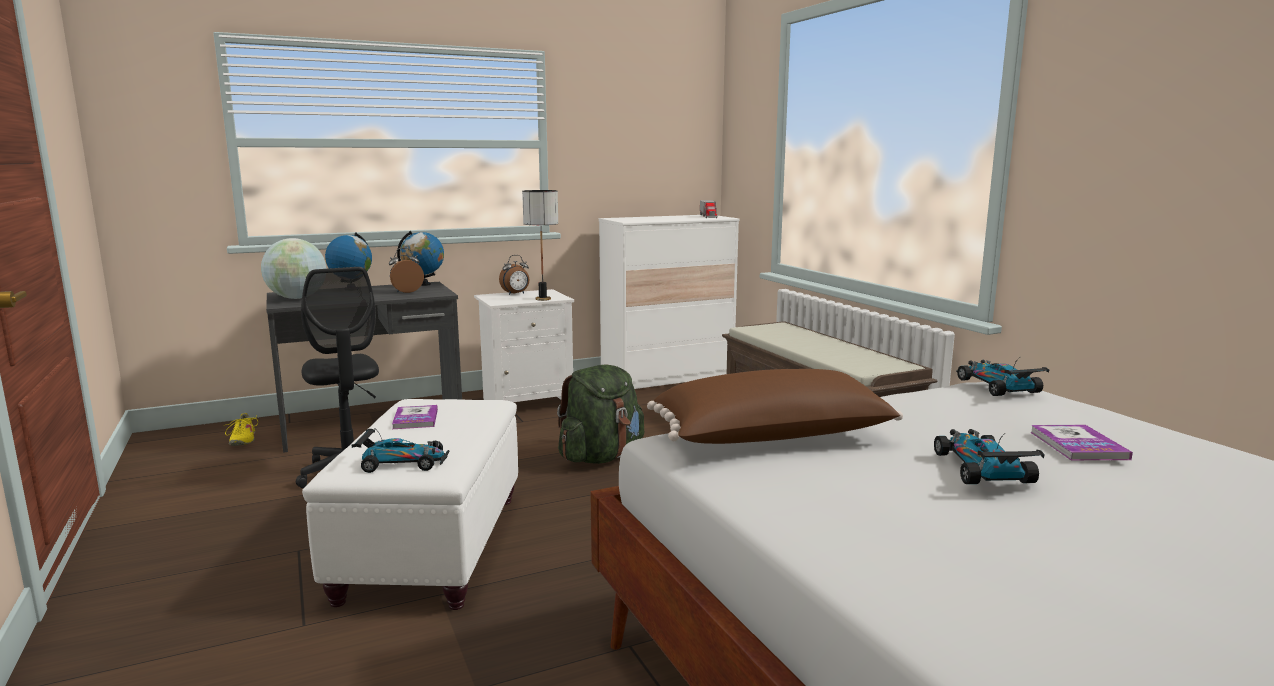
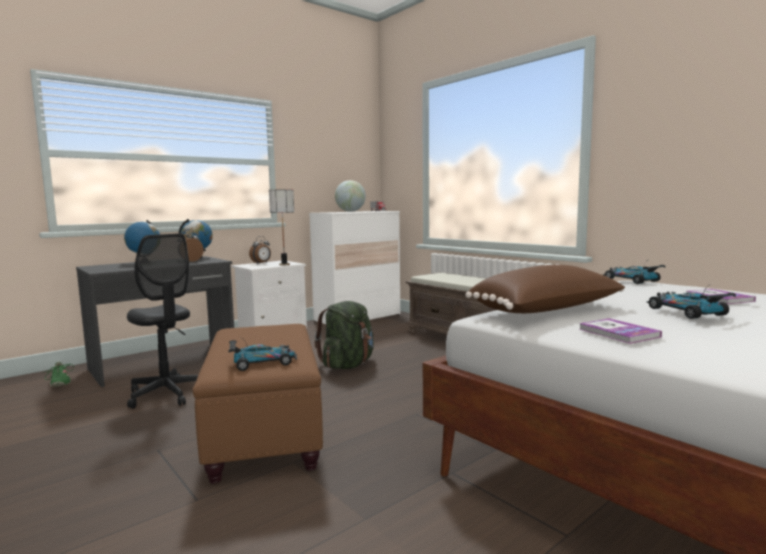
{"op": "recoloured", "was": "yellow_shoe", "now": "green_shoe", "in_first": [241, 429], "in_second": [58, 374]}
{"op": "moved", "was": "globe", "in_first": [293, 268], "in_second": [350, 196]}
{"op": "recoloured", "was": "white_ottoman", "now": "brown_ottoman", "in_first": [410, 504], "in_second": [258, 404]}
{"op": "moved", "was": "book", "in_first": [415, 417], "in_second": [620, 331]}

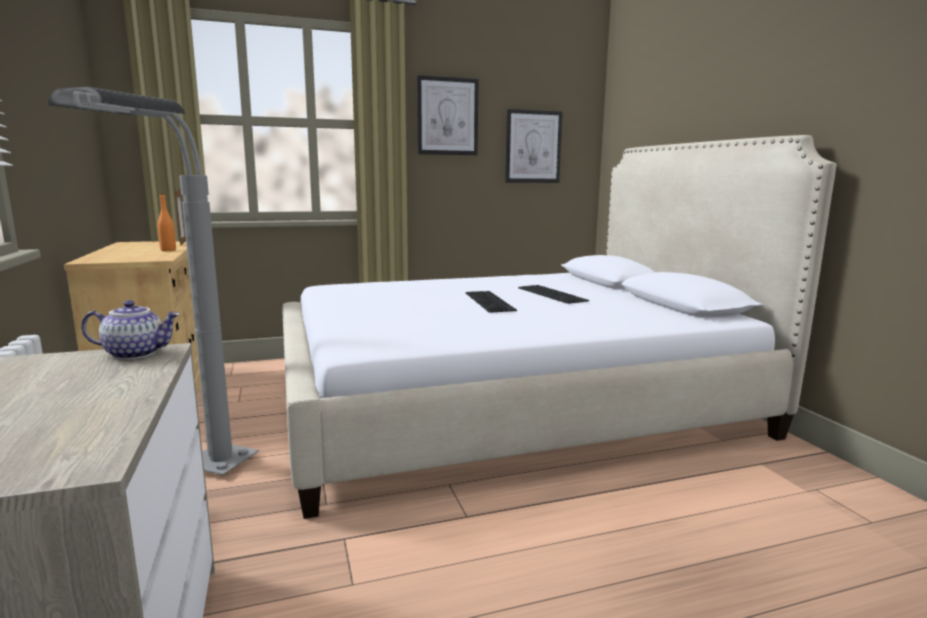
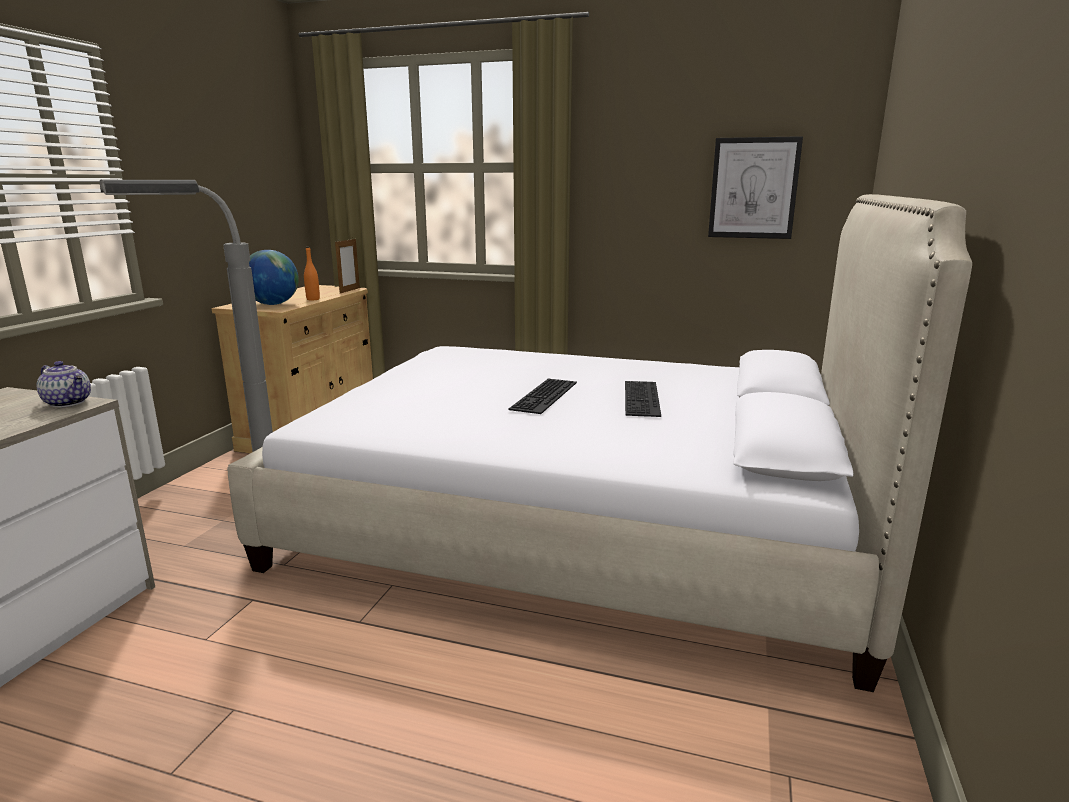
{"op": "removed", "was": "picture", "in_first": [447, 115]}
{"op": "added", "now": "globe", "in_second": [274, 277]}

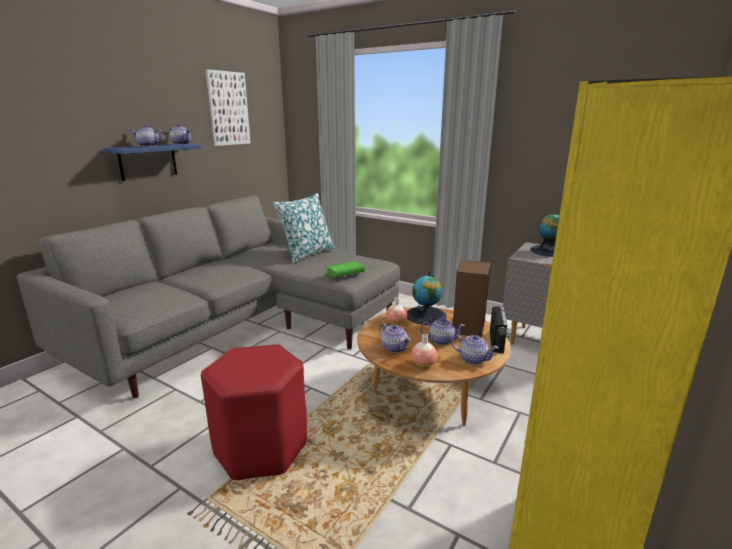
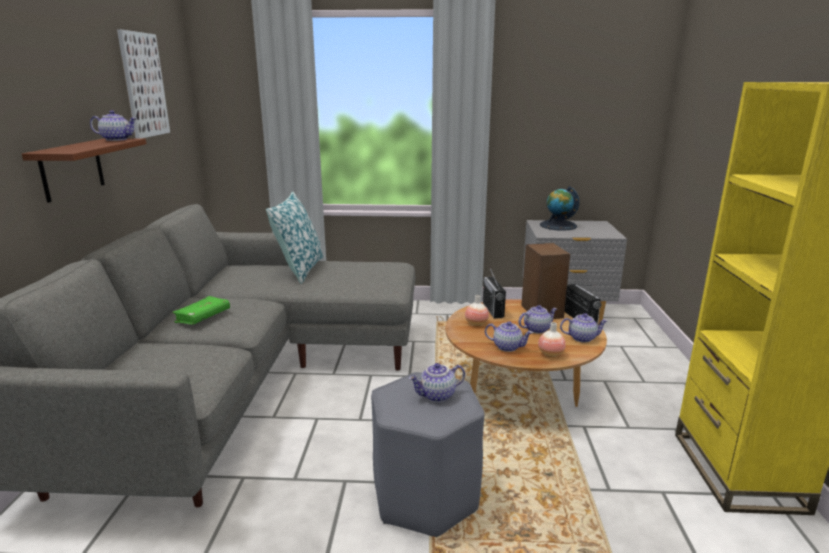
{"op": "recoloured", "was": "blue_shelf", "now": "brown_shelf", "in_first": [152, 162], "in_second": [84, 170]}
{"op": "moved", "was": "teapot", "in_first": [147, 136], "in_second": [437, 382]}
{"op": "recoloured", "was": "red_stool", "now": "grey_stool", "in_first": [254, 412], "in_second": [427, 454]}
{"op": "moved", "was": "green_book", "in_first": [344, 269], "in_second": [201, 310]}
{"op": "replaced", "was": "globe", "now": "radio", "in_first": [427, 298], "in_second": [494, 293]}

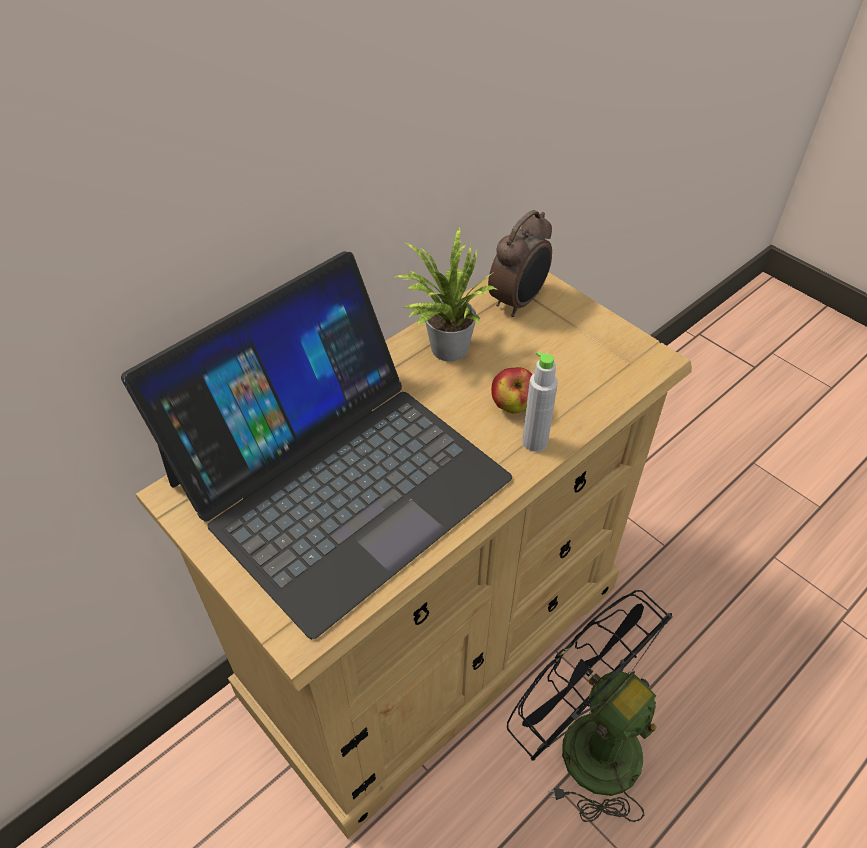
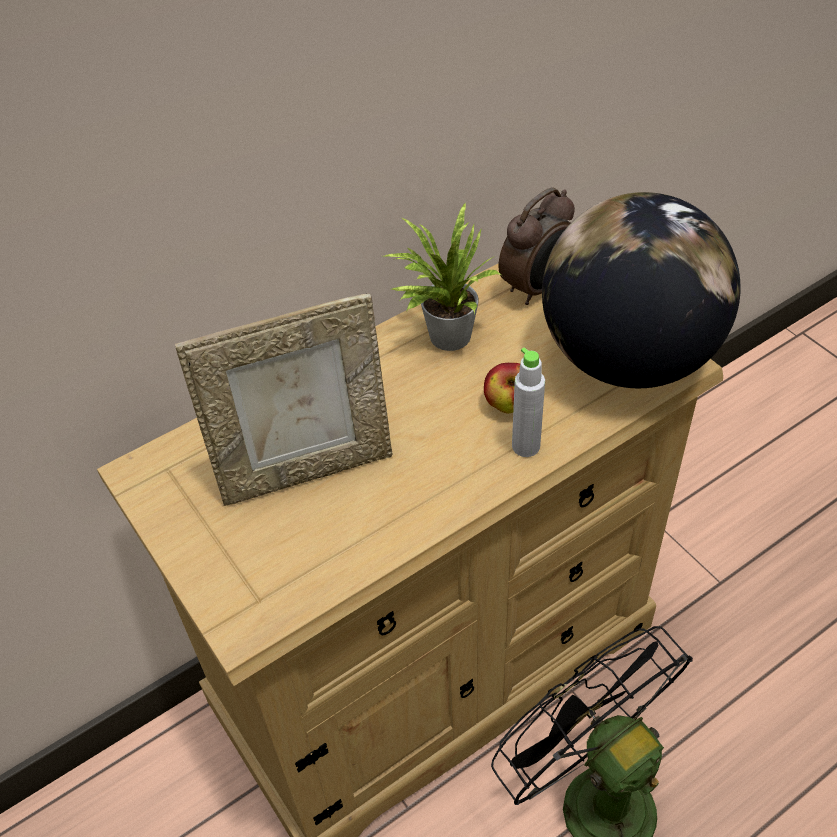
{"op": "replaced", "was": "laptop", "now": "picture_frame", "in_first": [316, 445], "in_second": [283, 400]}
{"op": "added", "now": "globe", "in_second": [641, 290]}

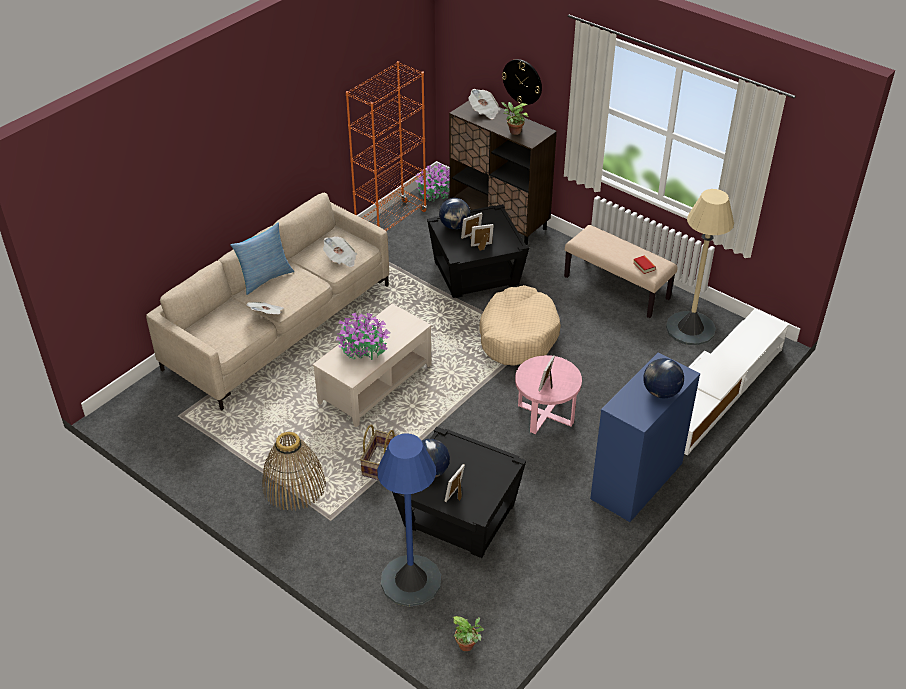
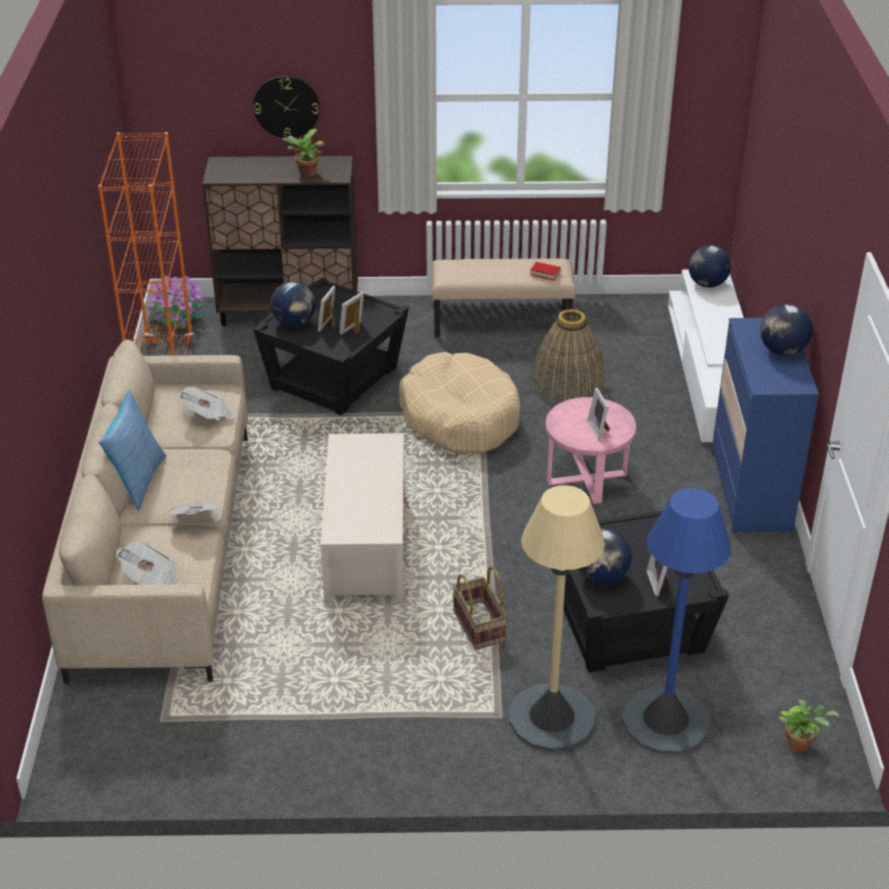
{"op": "moved", "was": "basket", "in_first": [294, 471], "in_second": [568, 356]}
{"op": "removed", "was": "potted_plant", "in_first": [363, 335]}
{"op": "moved", "was": "newspaper", "in_first": [484, 104], "in_second": [147, 563]}
{"op": "moved", "was": "beige_floor_lamp", "in_first": [700, 267], "in_second": [557, 618]}
{"op": "added", "now": "globe", "in_second": [710, 266]}

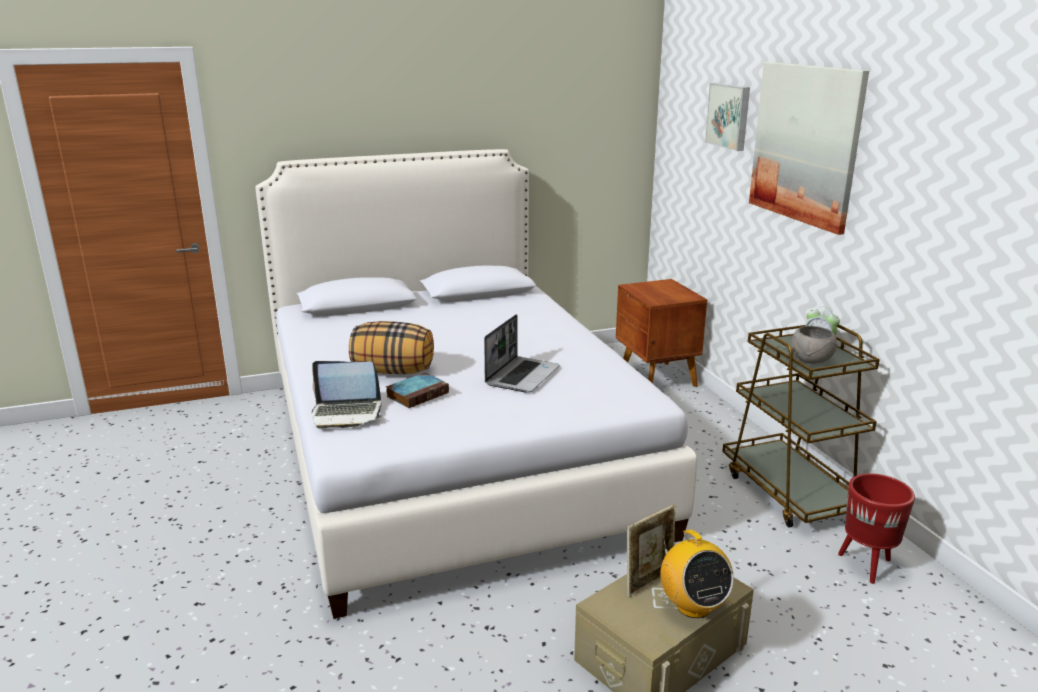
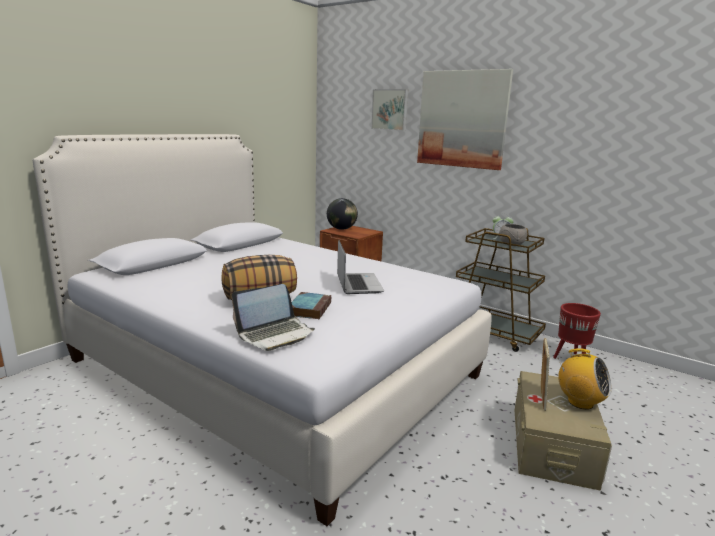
{"op": "added", "now": "globe", "in_second": [342, 214]}

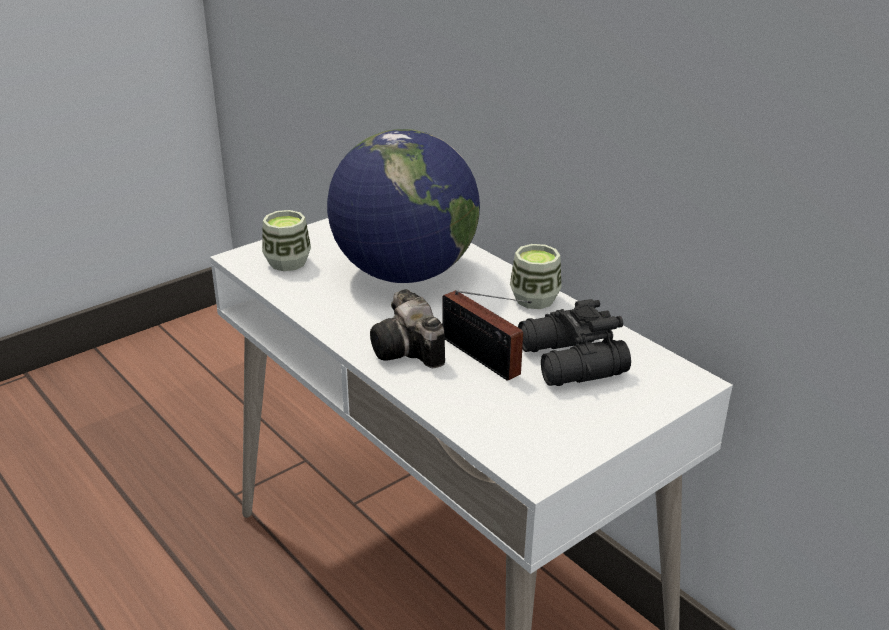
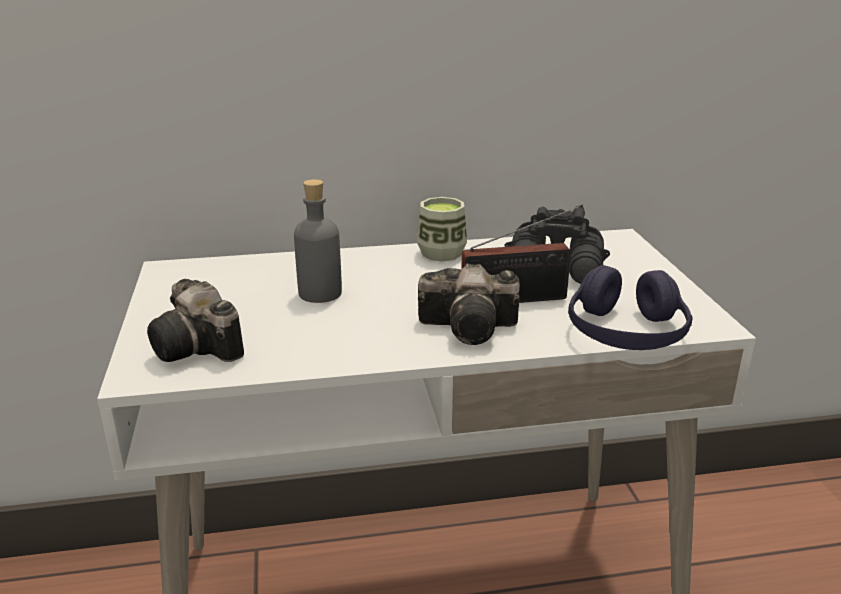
{"op": "replaced", "was": "cup", "now": "photo_camera", "in_first": [286, 240], "in_second": [195, 320]}
{"op": "replaced", "was": "globe", "now": "grey_bottle", "in_first": [403, 206], "in_second": [318, 241]}
{"op": "added", "now": "purple_headphones", "in_second": [630, 307]}

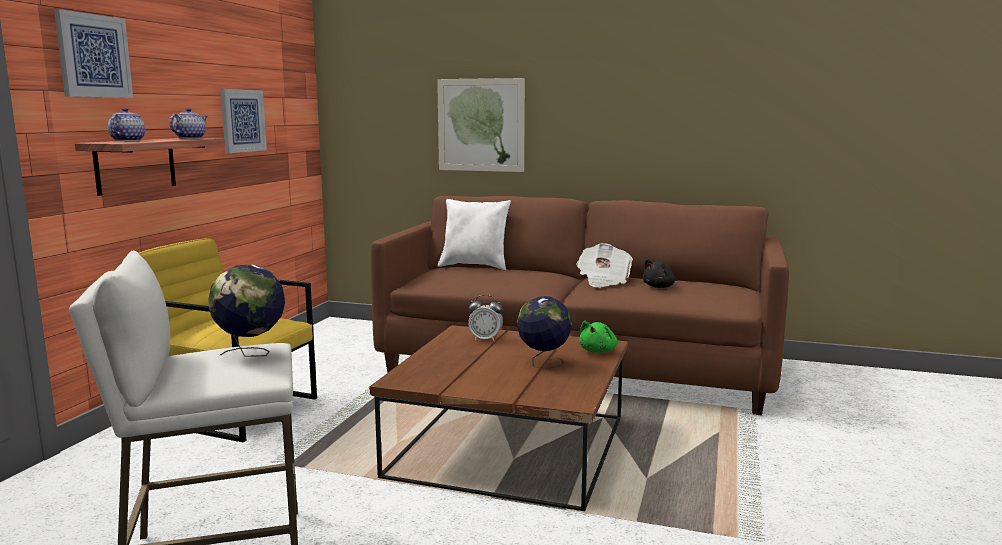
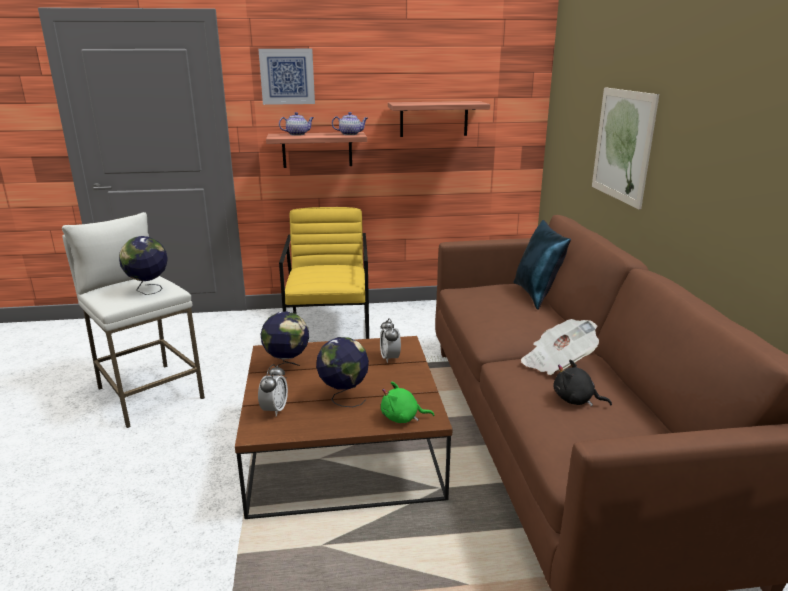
{"op": "replaced", "was": "picture", "now": "shelf", "in_first": [243, 121], "in_second": [439, 119]}
{"op": "recoloured", "was": "white_pillow", "now": "blue_pillow", "in_first": [474, 234], "in_second": [542, 265]}
{"op": "added", "now": "alarm_clock", "in_second": [273, 390]}
{"op": "added", "now": "globe", "in_second": [285, 344]}

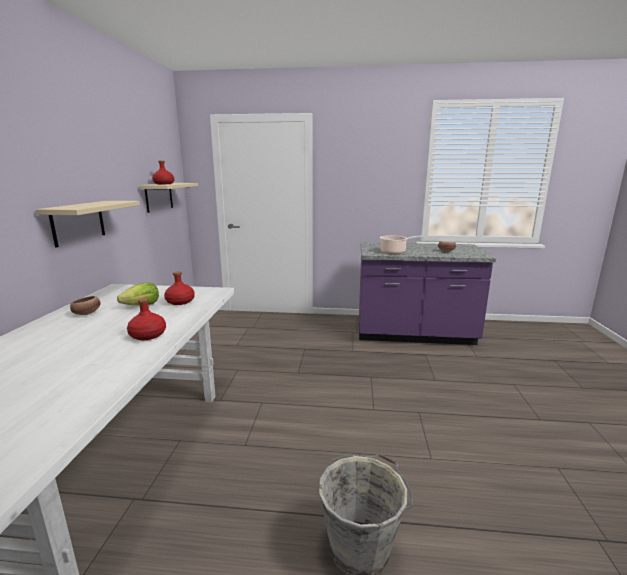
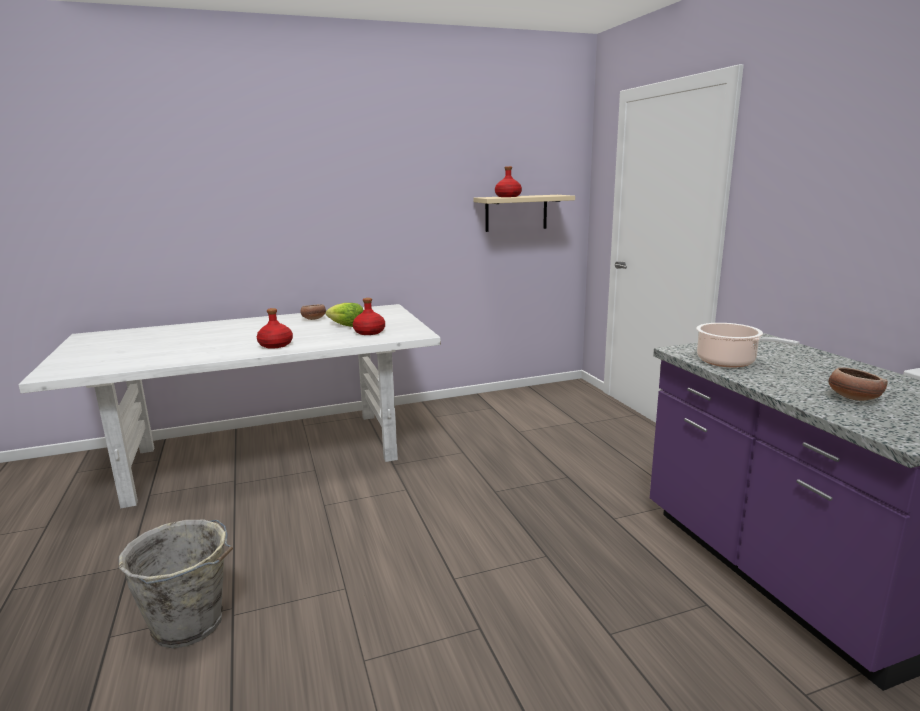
{"op": "removed", "was": "beige_shelf", "in_first": [87, 224]}

